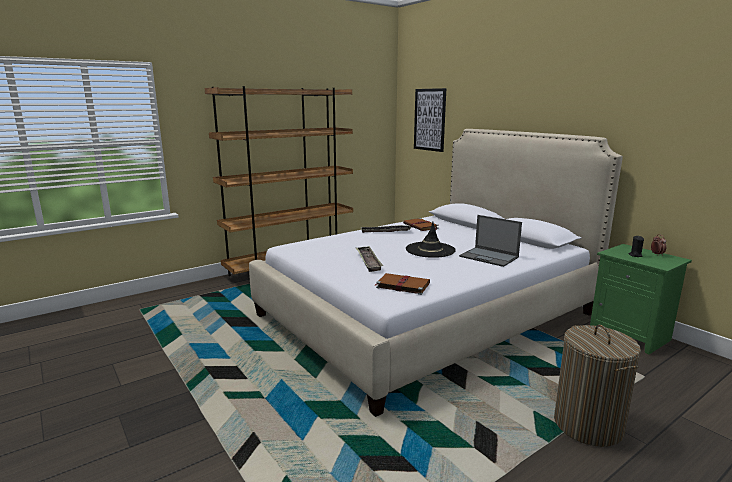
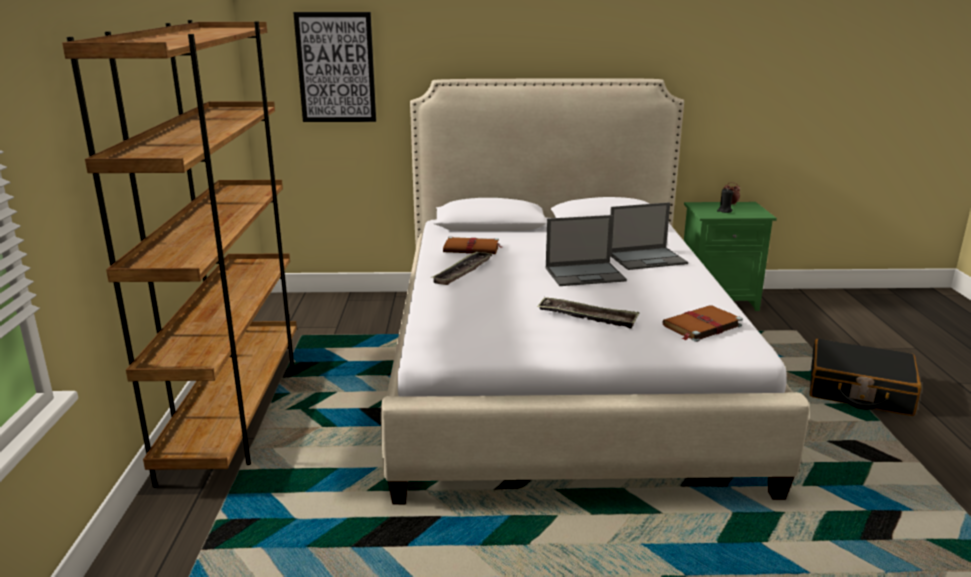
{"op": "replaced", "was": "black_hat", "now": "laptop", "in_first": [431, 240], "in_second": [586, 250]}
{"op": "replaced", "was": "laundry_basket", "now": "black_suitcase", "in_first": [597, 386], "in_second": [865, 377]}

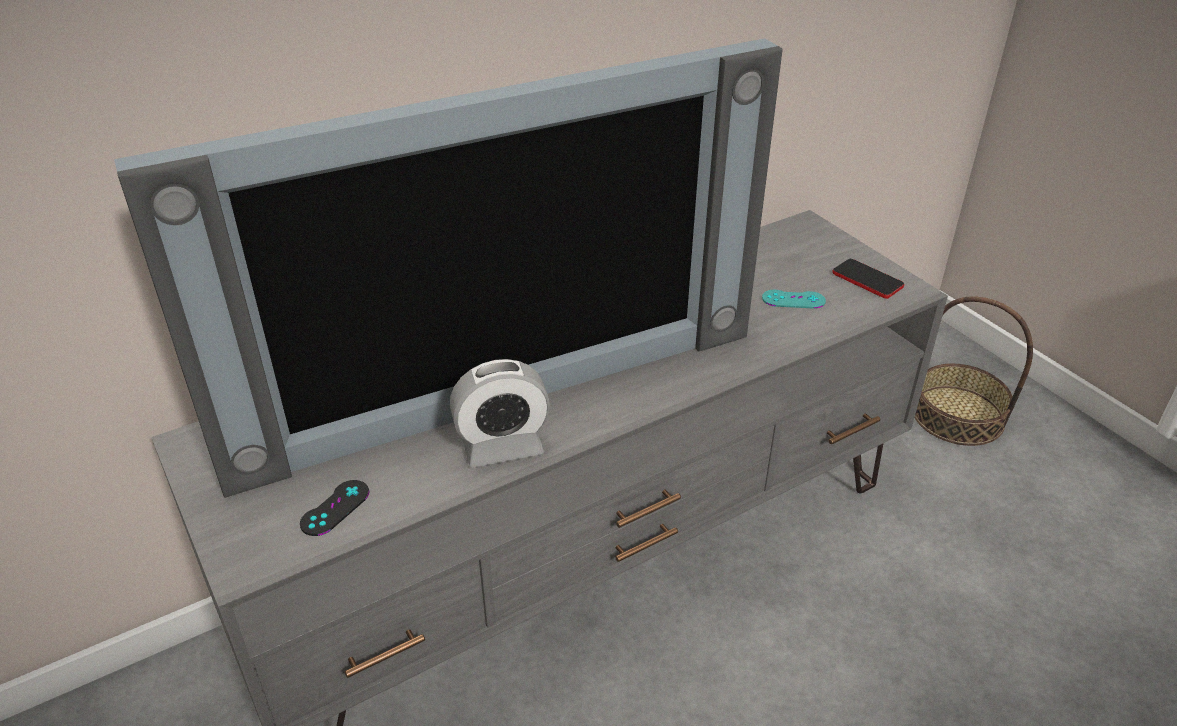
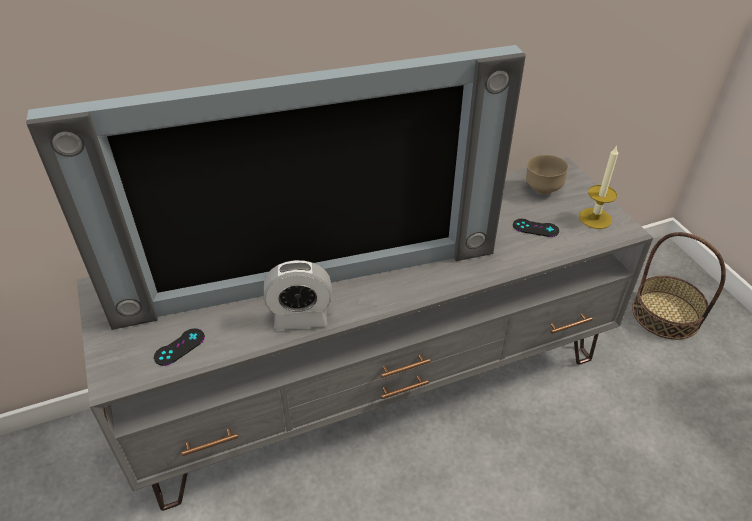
{"op": "recoloured", "was": "turquoise_game_controller", "now": "black_game_controller", "in_first": [794, 299], "in_second": [536, 228]}
{"op": "replaced", "was": "phone", "now": "candle", "in_first": [868, 279], "in_second": [598, 187]}
{"op": "added", "now": "brown_bowl", "in_second": [547, 174]}

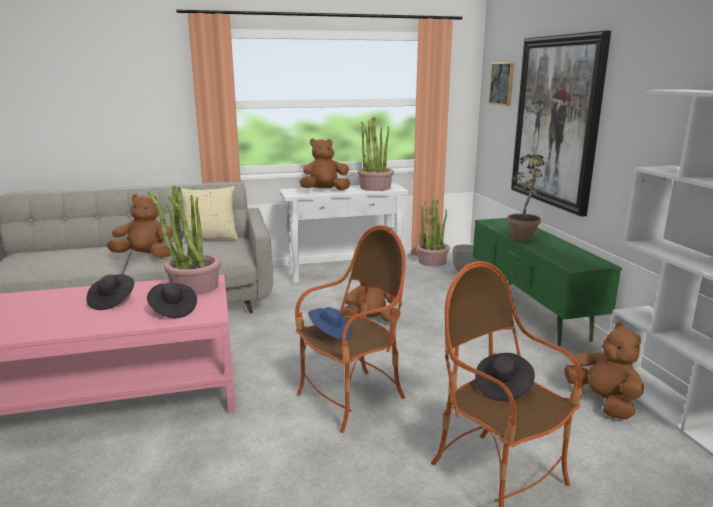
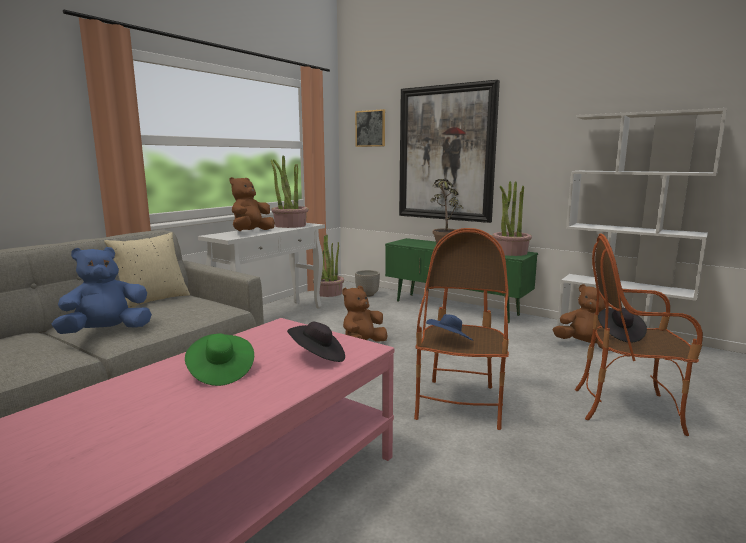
{"op": "recoloured", "was": "black_hat", "now": "green_hat", "in_first": [110, 292], "in_second": [219, 359]}
{"op": "recoloured", "was": "brown_plush_toy", "now": "blue_plush_toy", "in_first": [140, 226], "in_second": [101, 290]}
{"op": "moved", "was": "potted_plant", "in_first": [185, 240], "in_second": [512, 218]}

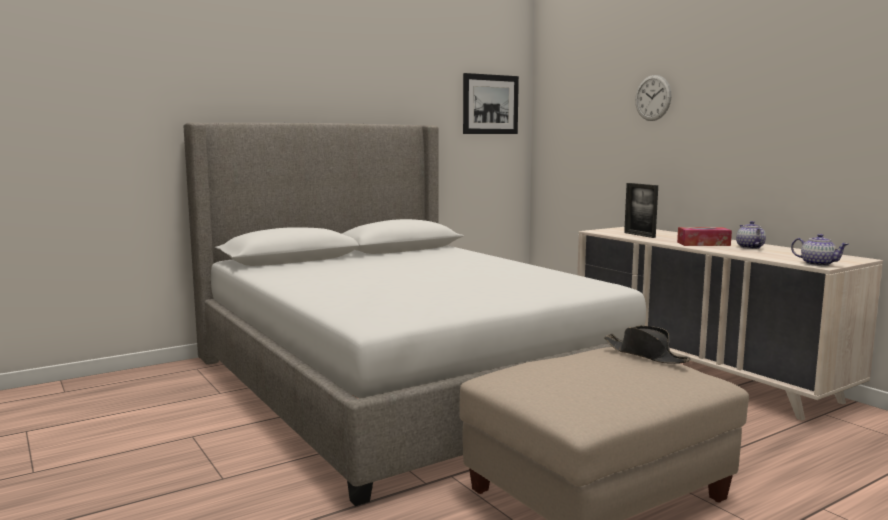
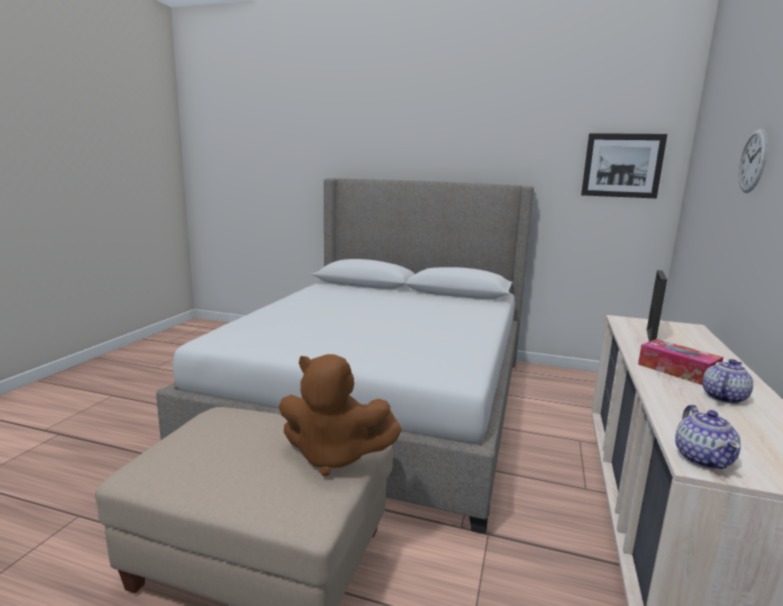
{"op": "replaced", "was": "black_hat", "now": "brown_plush_toy", "in_first": [647, 345], "in_second": [340, 415]}

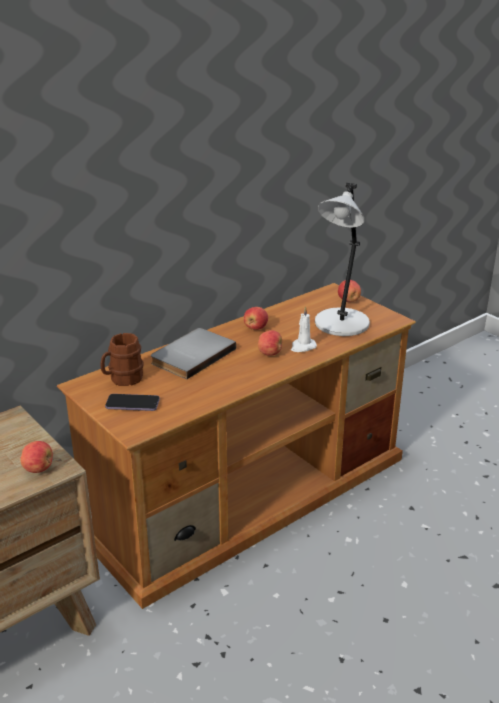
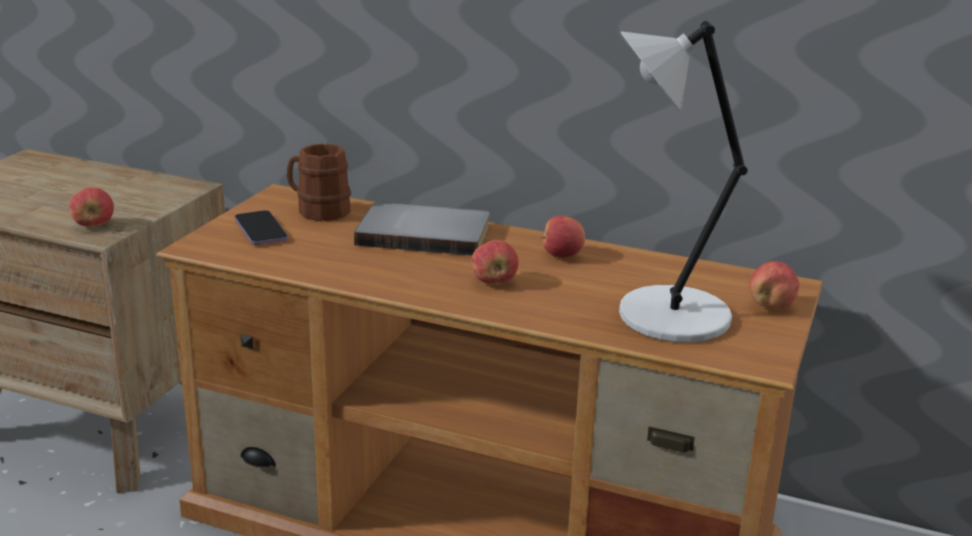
{"op": "removed", "was": "white_candle", "in_first": [304, 329]}

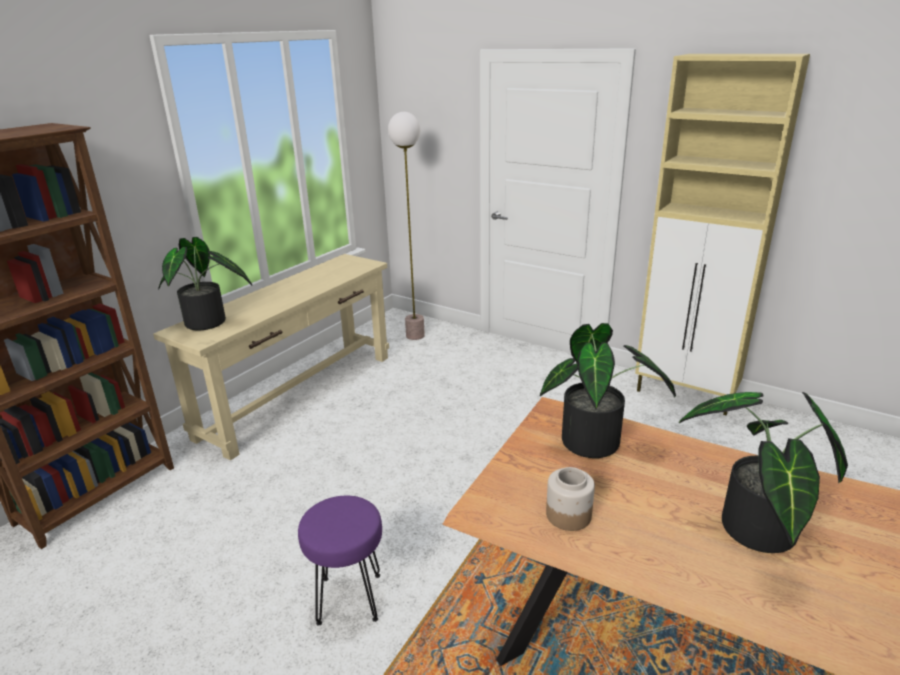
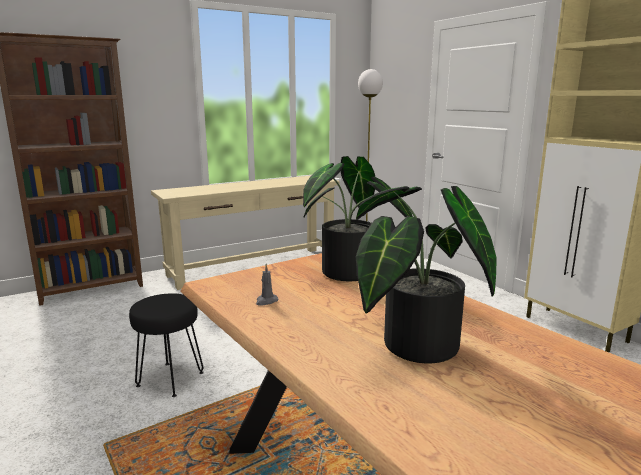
{"op": "removed", "was": "potted_plant", "in_first": [205, 283]}
{"op": "recoloured", "was": "purple_stool", "now": "black_stool", "in_first": [340, 561], "in_second": [166, 345]}
{"op": "replaced", "was": "jar", "now": "grey_candle", "in_first": [570, 499], "in_second": [267, 285]}

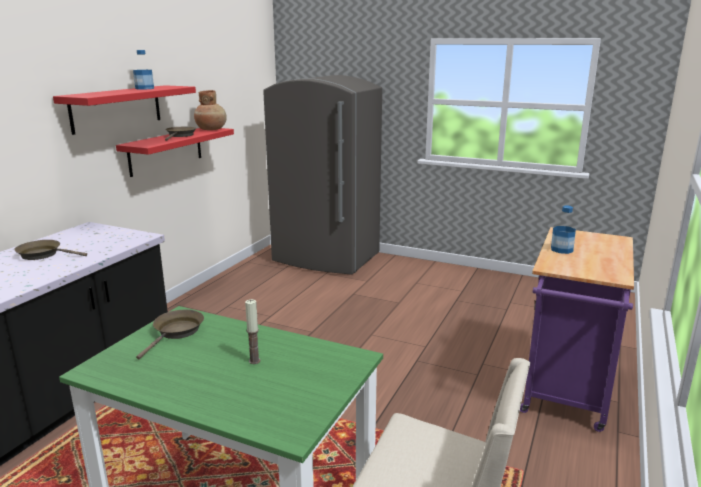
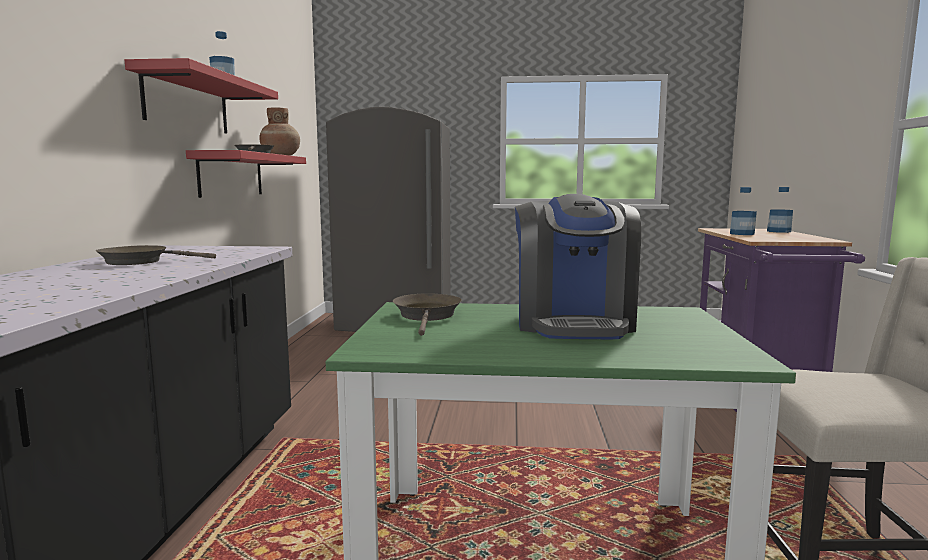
{"op": "replaced", "was": "candle", "now": "coffee_machine", "in_first": [252, 331], "in_second": [578, 266]}
{"op": "added", "now": "bottle", "in_second": [780, 210]}

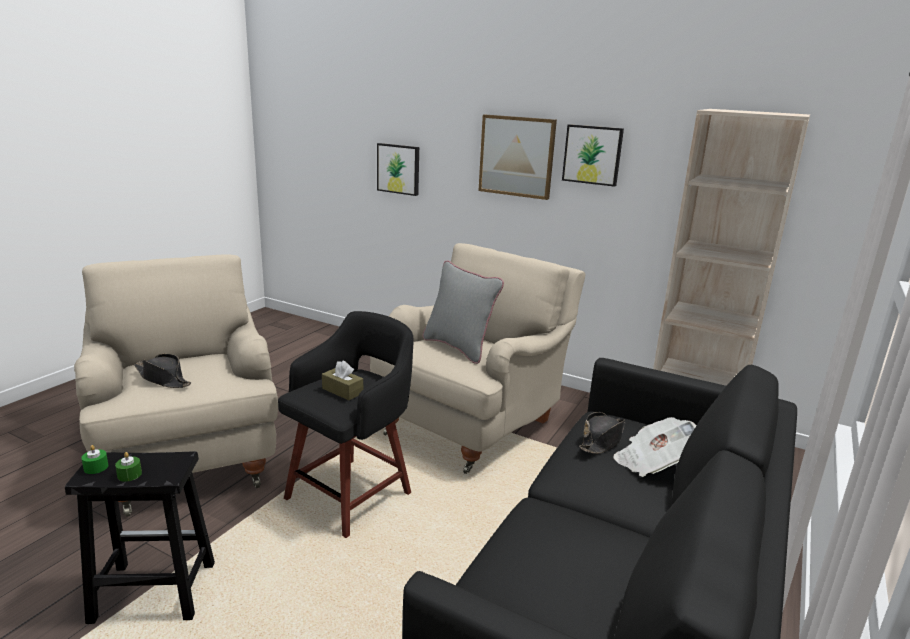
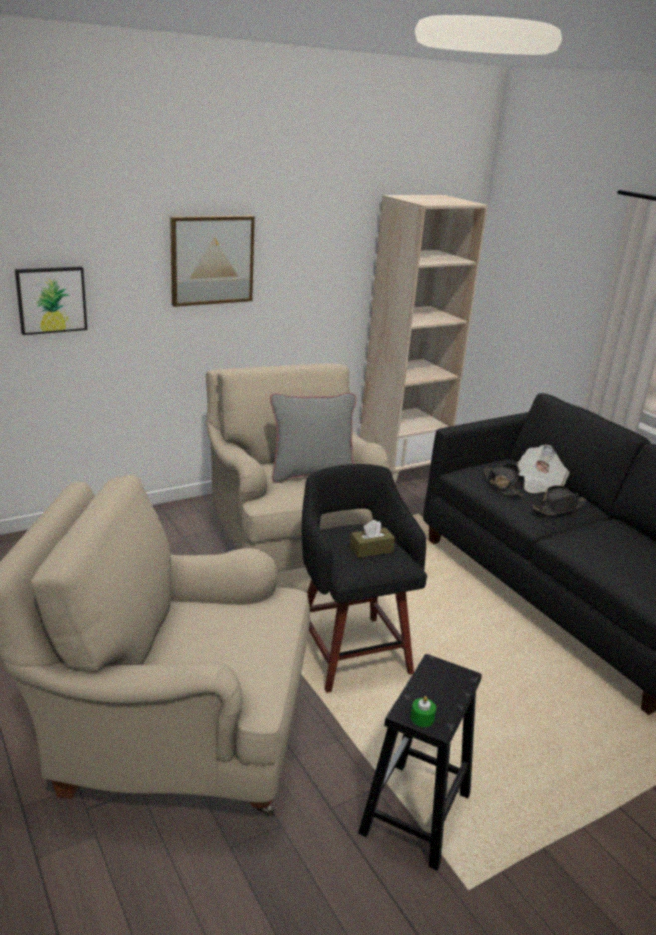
{"op": "removed", "was": "green_candle", "in_first": [128, 467]}
{"op": "moved", "was": "black_hat", "in_first": [162, 371], "in_second": [560, 500]}
{"op": "removed", "was": "picture", "in_first": [593, 155]}

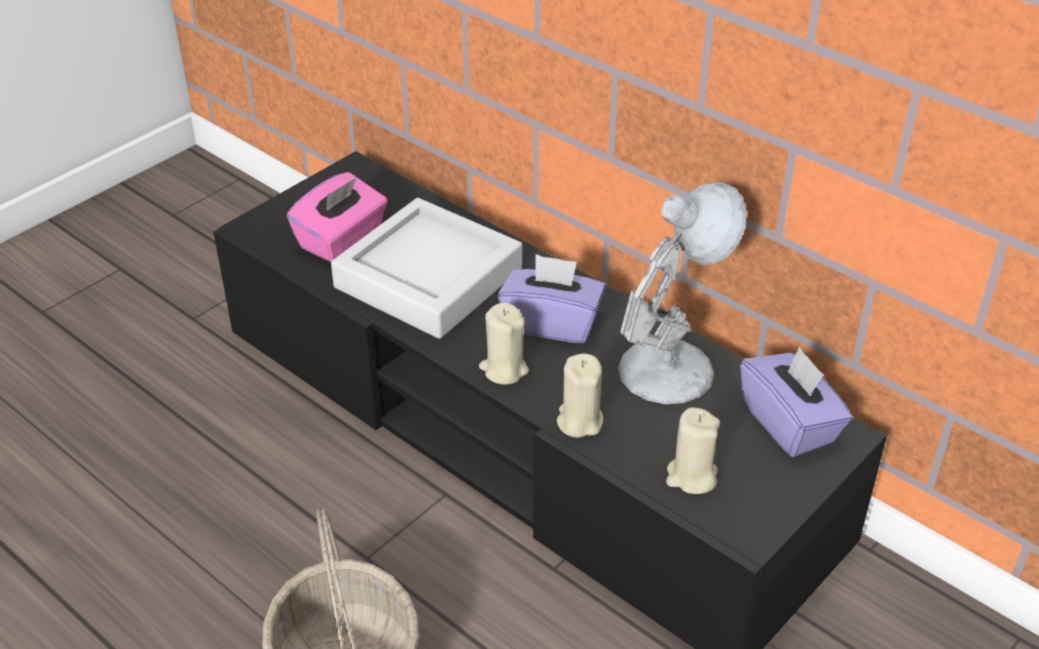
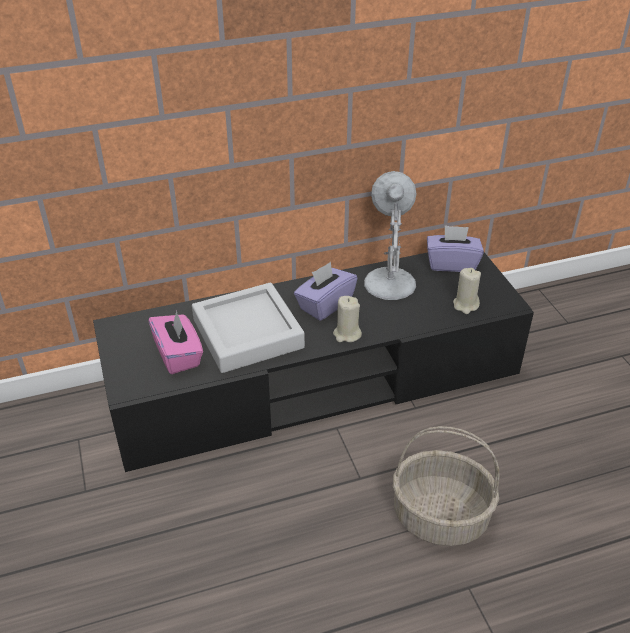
{"op": "removed", "was": "beige_candle", "in_first": [580, 396]}

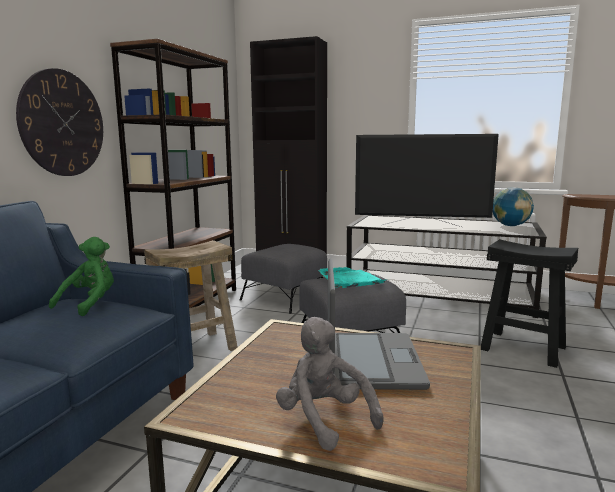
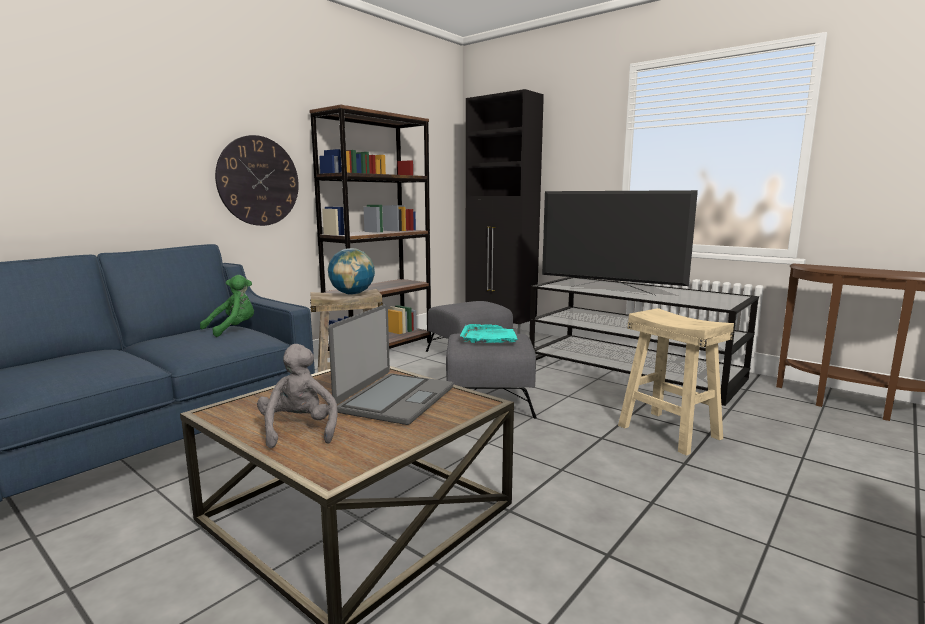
{"op": "recoloured", "was": "black_stool", "now": "beige_stool", "in_first": [529, 303], "in_second": [676, 382]}
{"op": "moved", "was": "globe", "in_first": [513, 206], "in_second": [351, 271]}

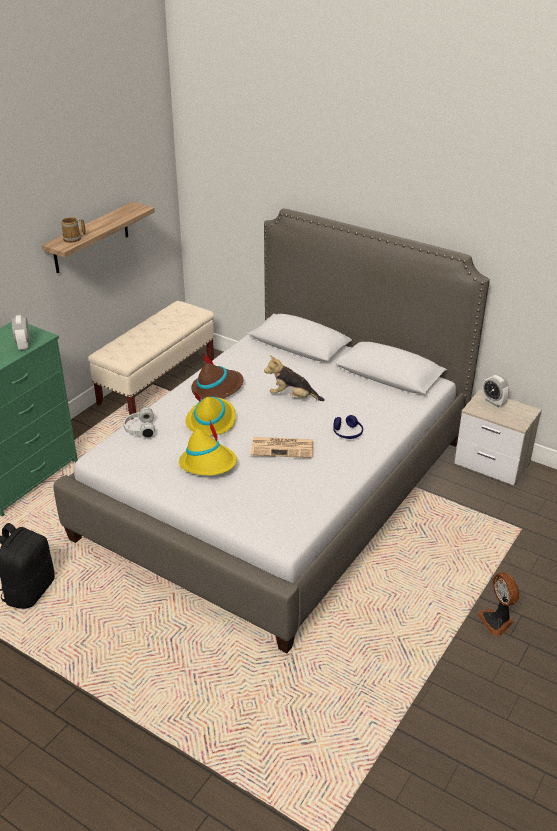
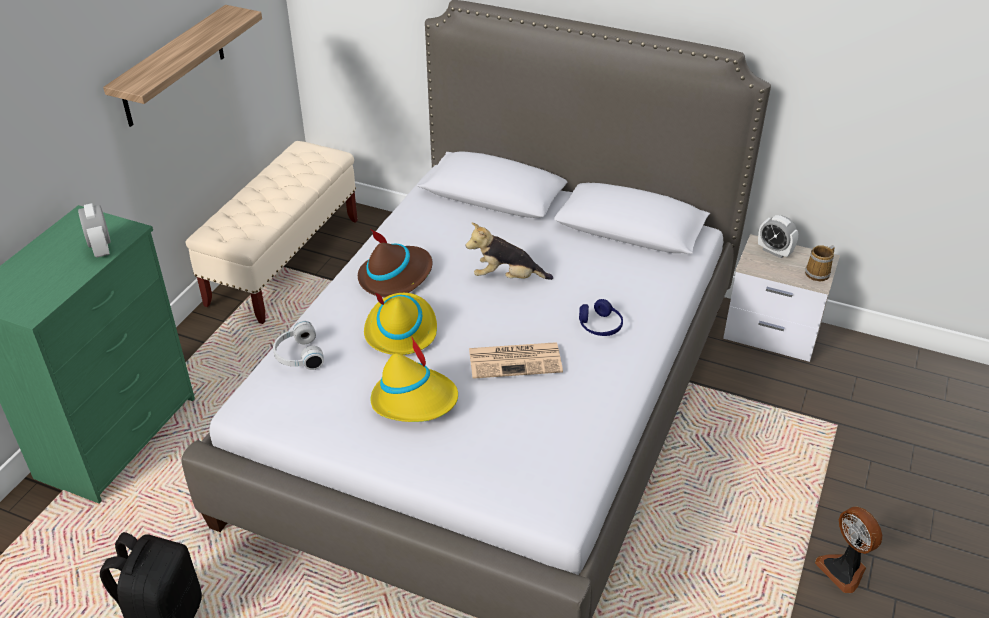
{"op": "moved", "was": "mug", "in_first": [73, 230], "in_second": [820, 263]}

